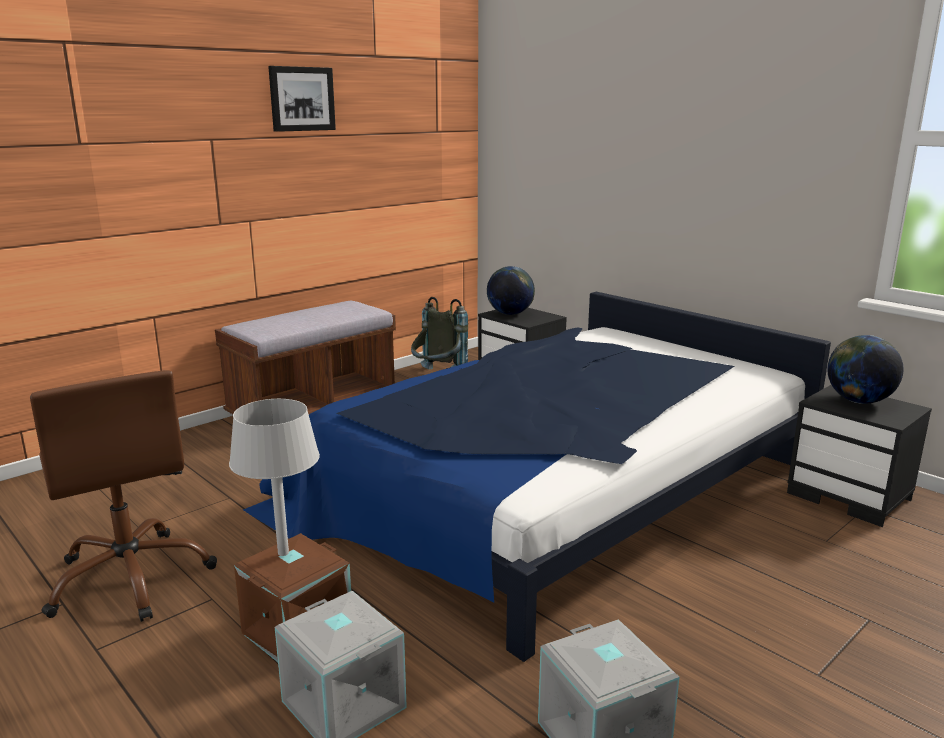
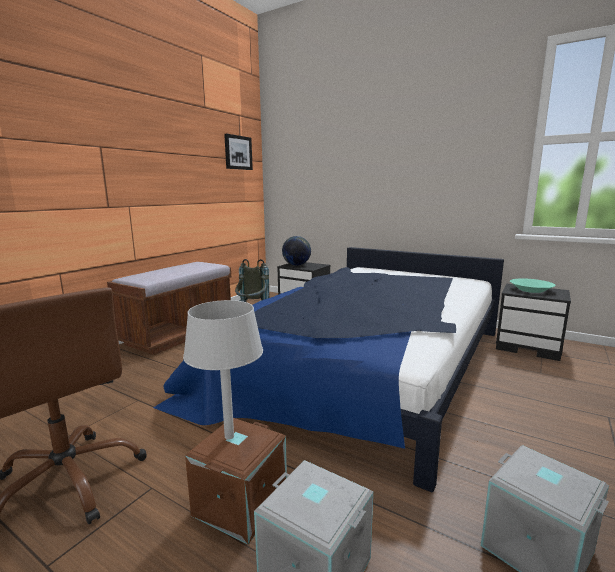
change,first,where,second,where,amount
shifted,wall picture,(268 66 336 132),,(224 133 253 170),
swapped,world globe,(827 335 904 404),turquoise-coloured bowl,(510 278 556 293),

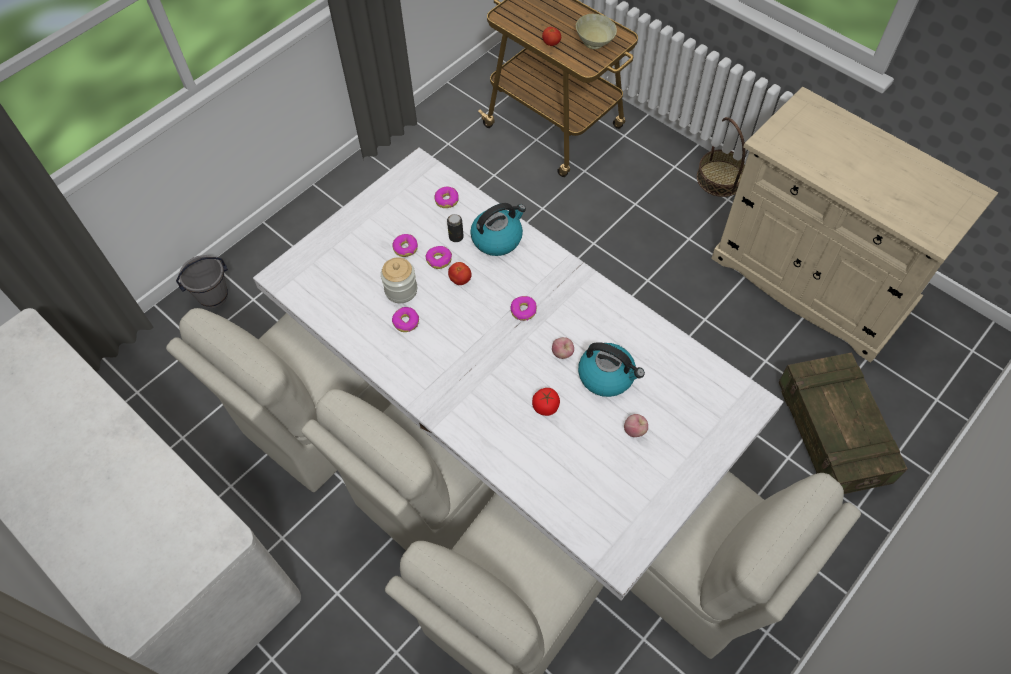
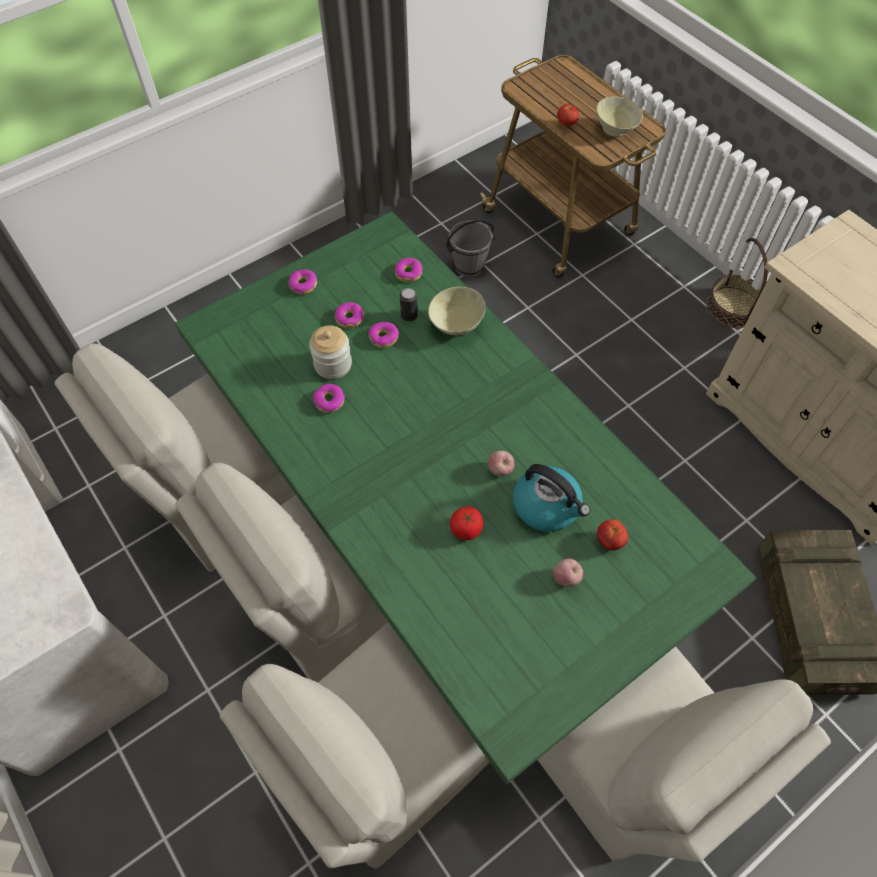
change,first,where,second,where,amount
shifted,gray water bucket,(176 255 228 308),,(446 220 495 277),
shifted,fresh tomato,(448 262 472 285),,(597 519 628 551),
shifted,ring doughnut,(510 296 537 321),,(288 269 317 294),
swapped,kettle,(470 203 526 256),beige bowl,(428 287 486 335),
repainted,white dinner table,(253 147 784 600),greenish dinner table,(175 211 757 785),

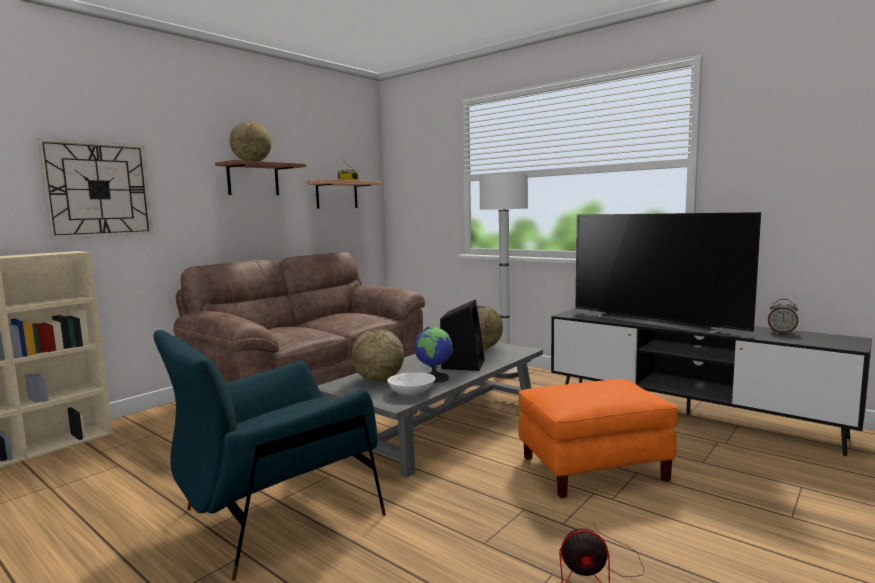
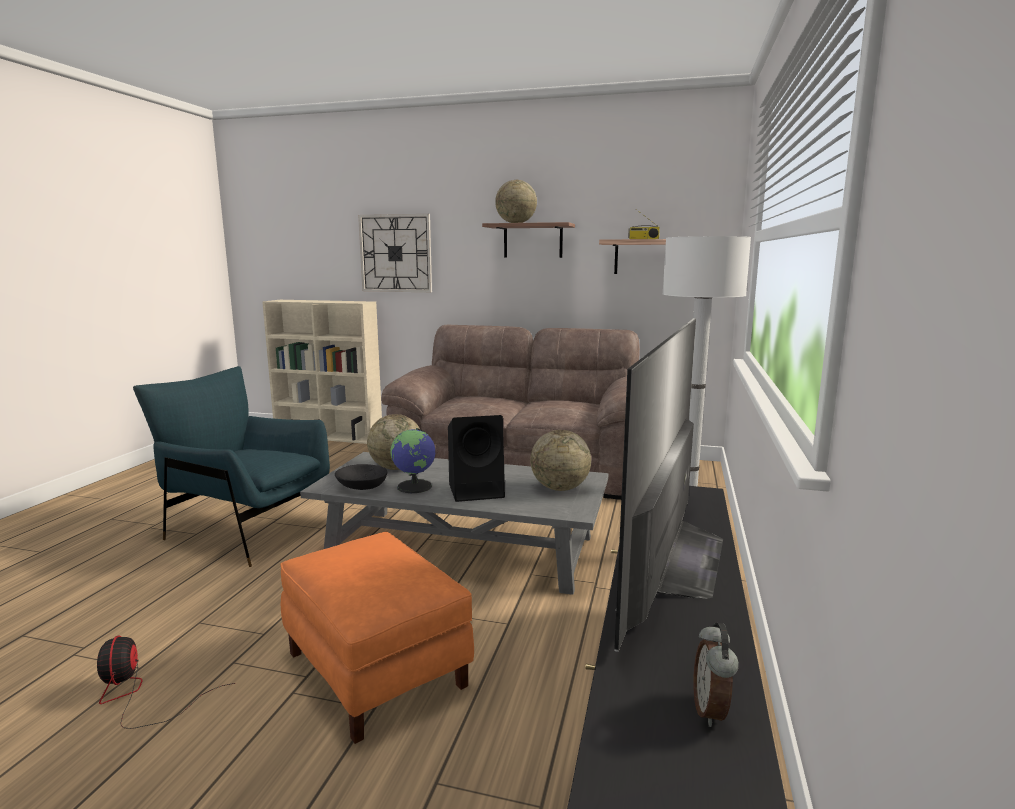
change,first,where,second,where,amount
repainted,white bowl,(387 372 435 396),blackish bowl,(335 464 387 490),

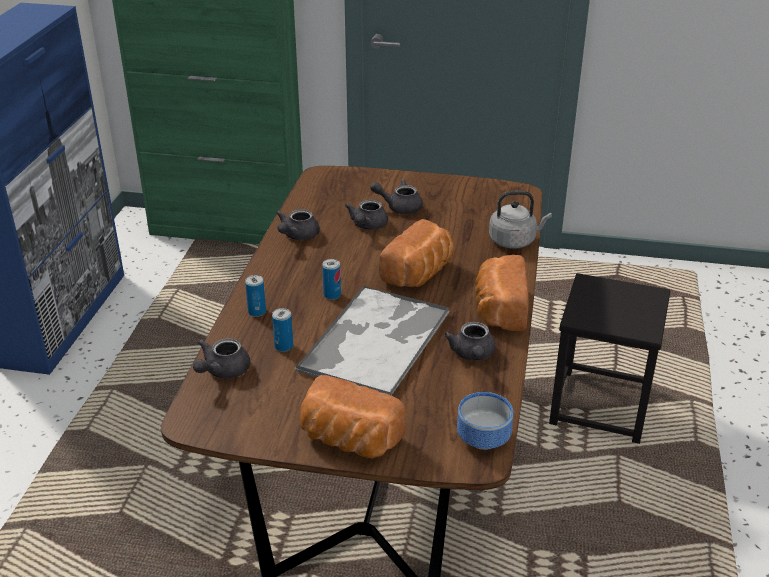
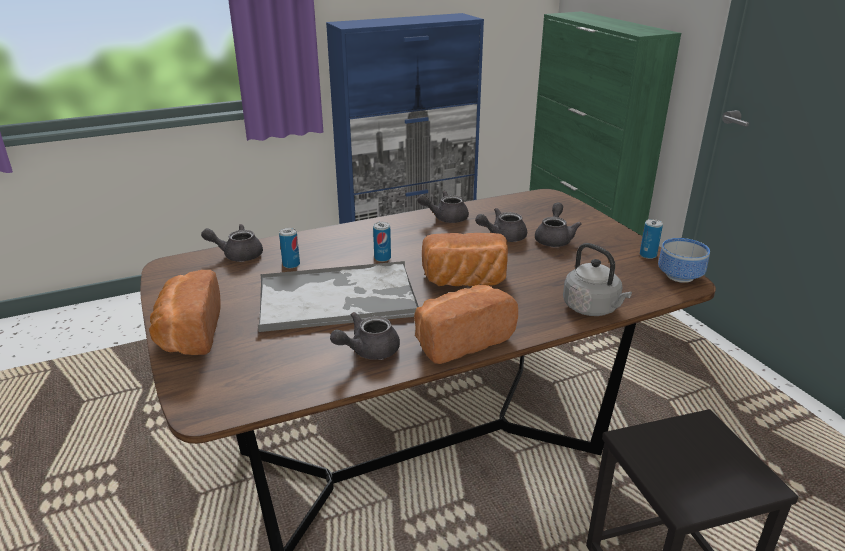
change,first,where,second,where,amount
shifted,can,(245 275 266 317),,(640 219 663 259),
shifted,bowl,(457 392 513 450),,(658 238 710 283),
rotated,gray pot for tea,(370 179 423 214),,(535 203 582 247),45 degrees clockwise

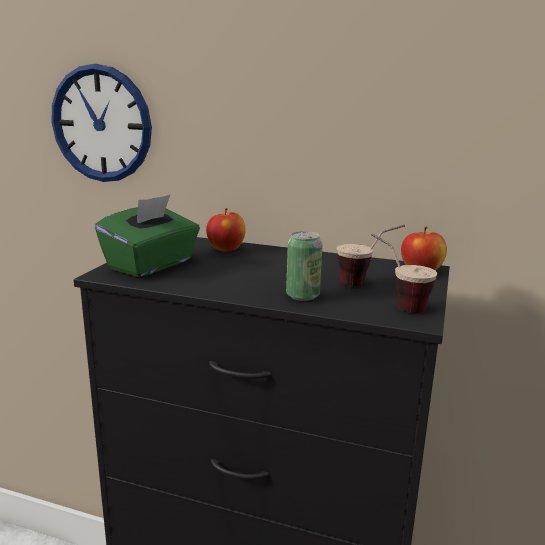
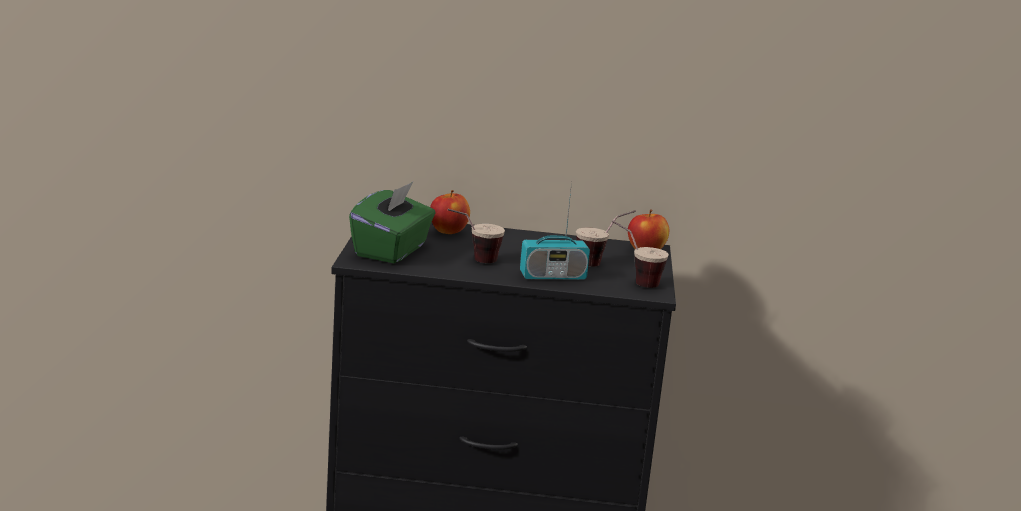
change,first,where,second,where,amount
gone,wall clock,(52 64 152 182),,,
new,,,small cup,(448 209 505 263),
swapped,can,(286 231 322 301),radio,(520 181 590 280),

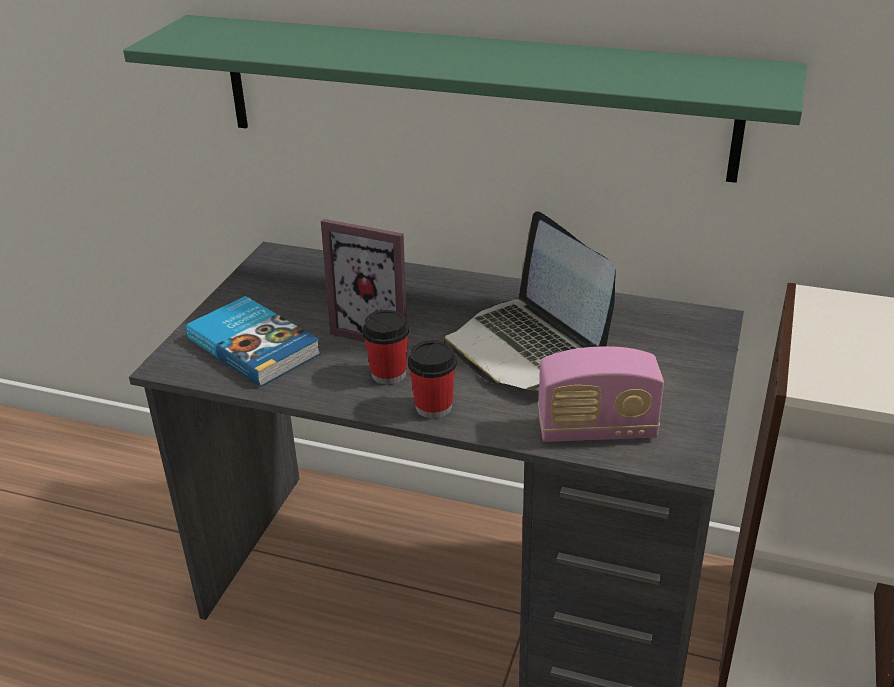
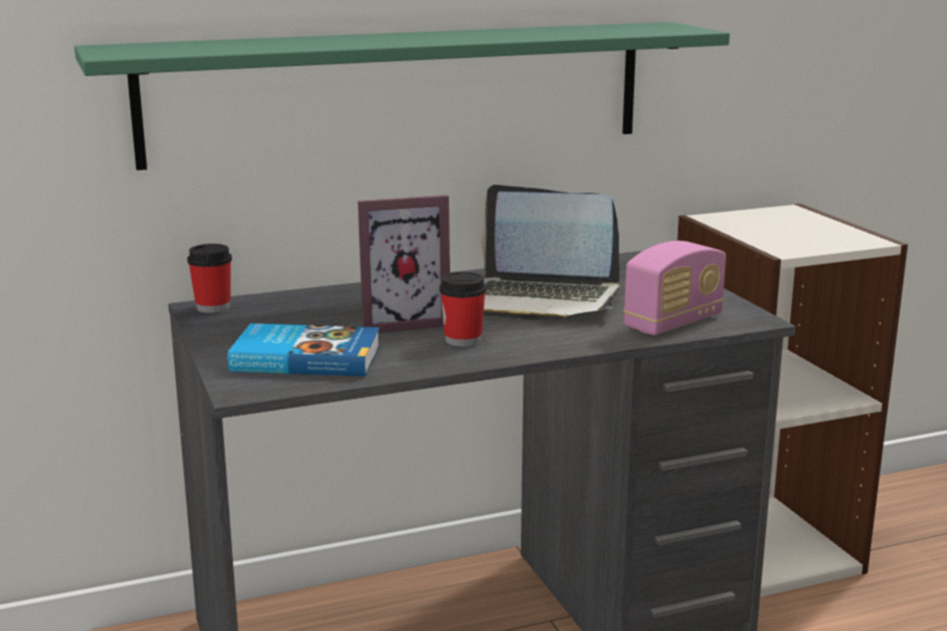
change,first,where,second,where,amount
shifted,small cup,(408 340 457 418),,(187 244 232 313),

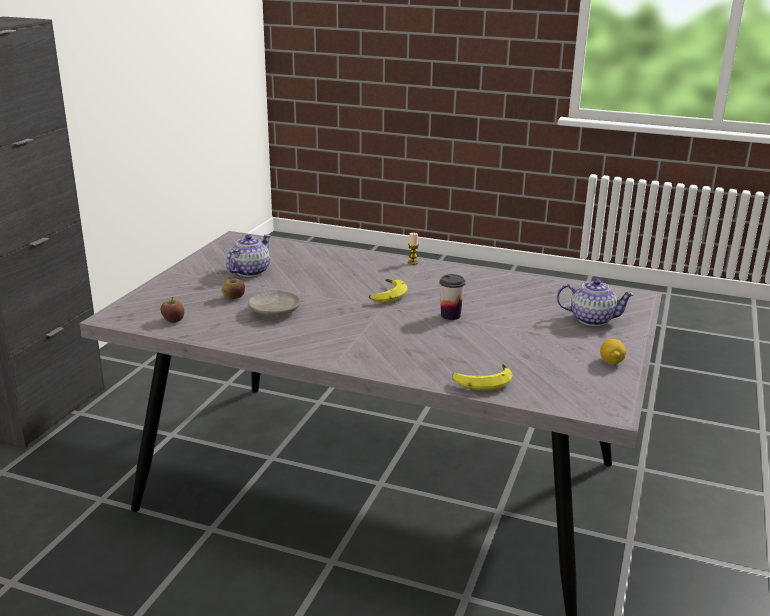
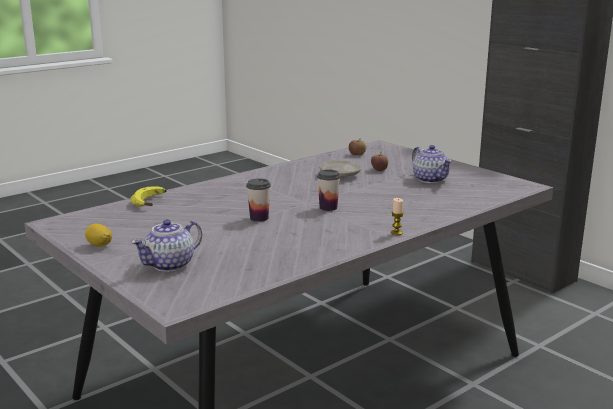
change,first,where,second,where,amount
swapped,banana fruit,(369 279 408 303),small cup,(317 170 341 211),

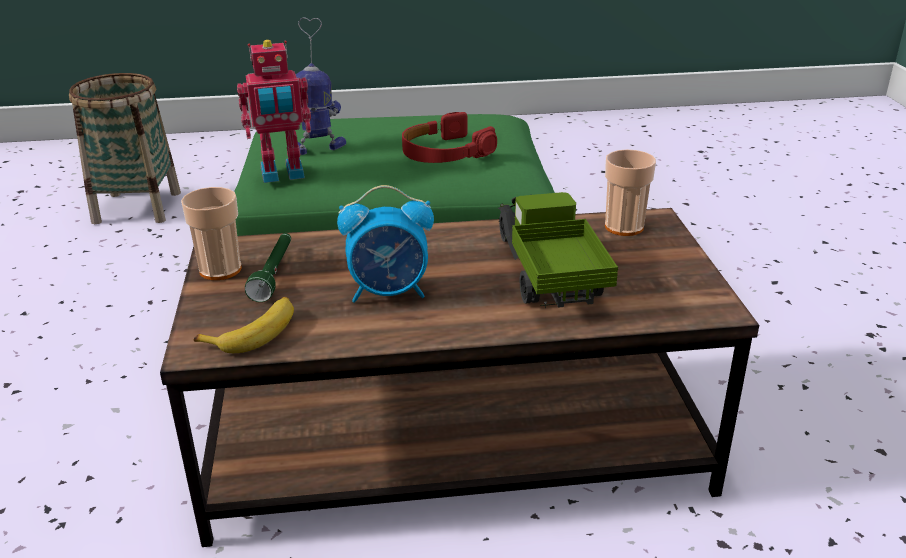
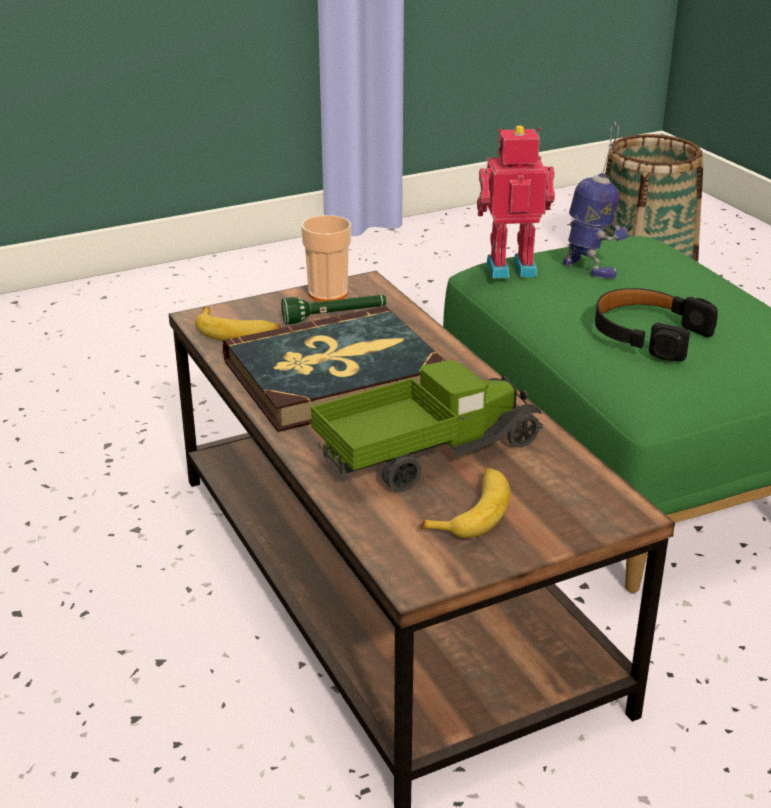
change,first,where,second,where,amount
gone,small cup,(605 149 656 236),,,
new,,,banana fruit,(420 468 510 538),
swapped,table clock,(337 185 434 303),book,(223 306 445 432),
repainted,reddish pair of headphones,(402 112 497 163),blackish pair of headphones,(595 288 718 362),
rotated,toy robot,(237 40 311 183),,(477 125 555 278),120 degrees clockwise

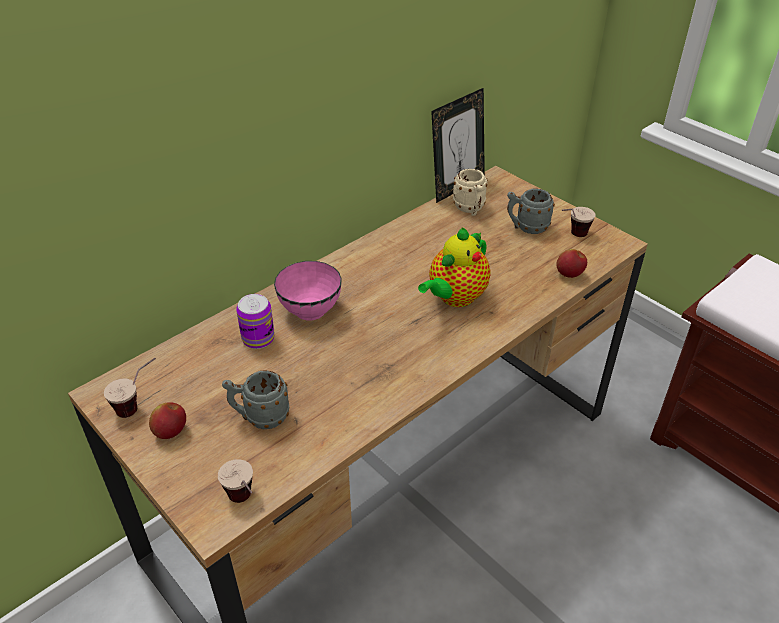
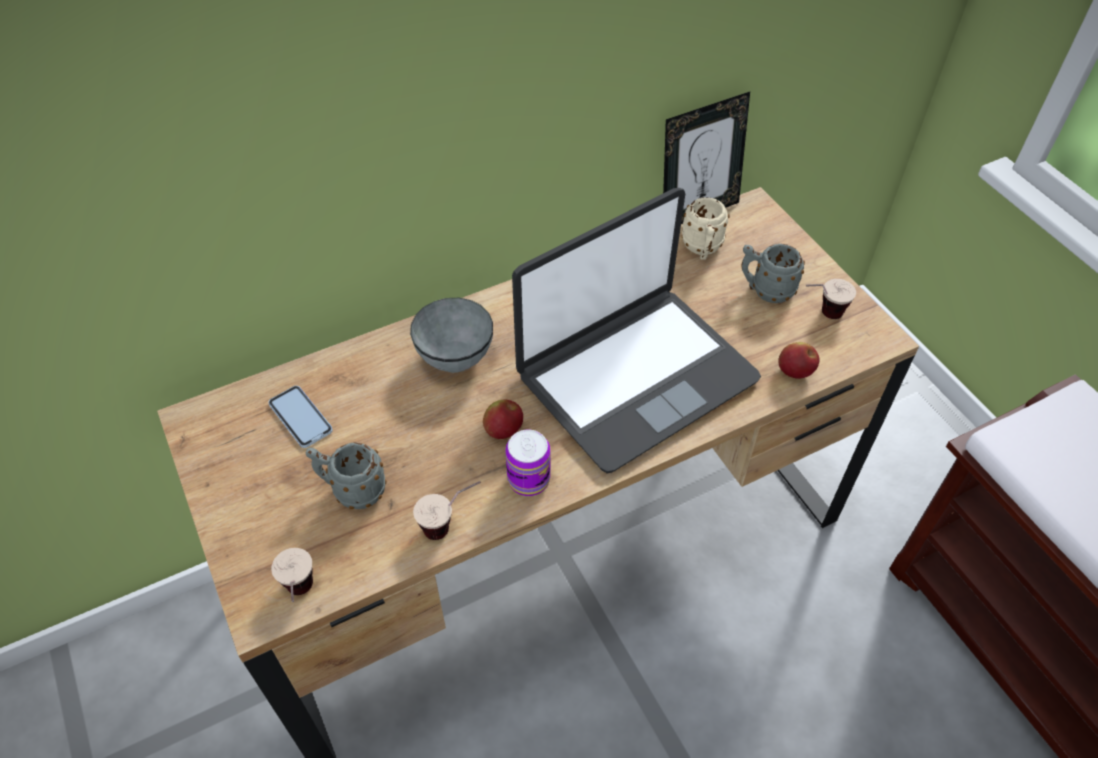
change,first,where,second,where,amount
new,,,phone,(268 386 333 448),
shifted,small cup,(104 358 156 418),,(413 481 481 540),
shifted,apple fruit,(149 402 186 439),,(483 400 523 439),
shifted,can,(236 294 275 349),,(505 429 550 496),
swapped,pot for tea,(418 227 491 307),laptop,(512 188 761 474),
repainted,pinkish bowl,(274 261 342 320),gray bowl,(410 298 493 373),

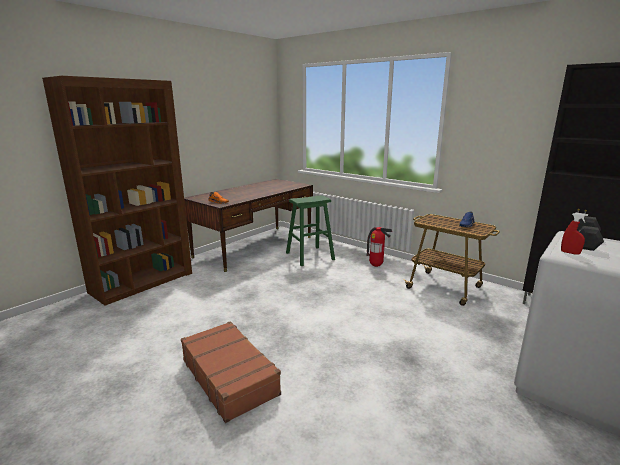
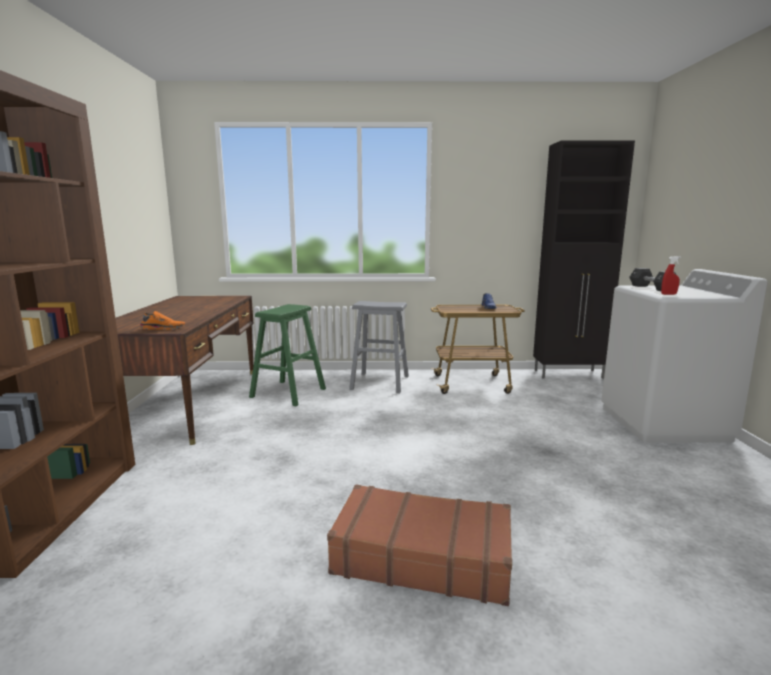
change,first,where,second,where,amount
swapped,fire-fighting cylinder,(366 227 392 267),gray stool seat,(349 301 409 393),

